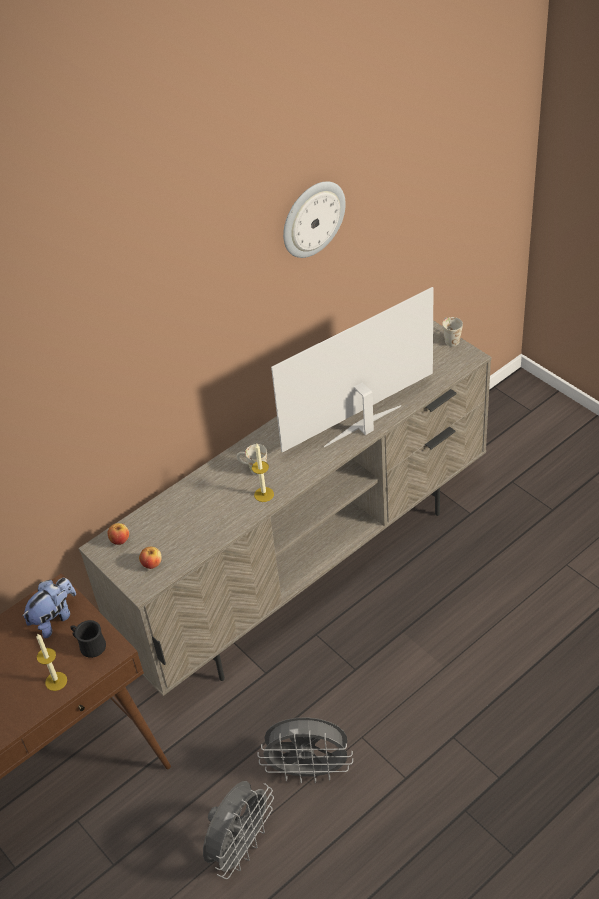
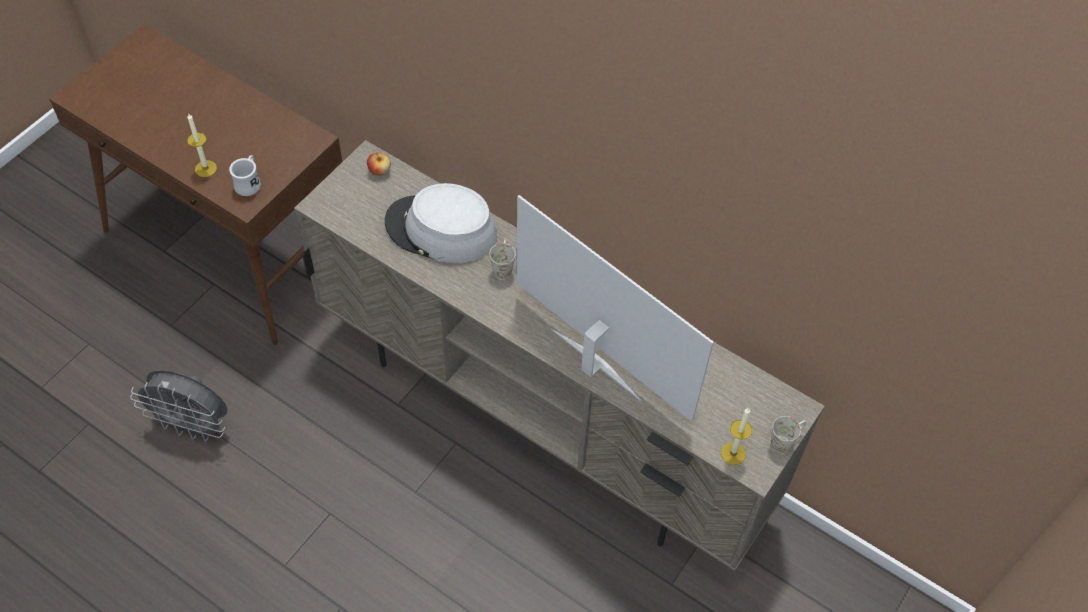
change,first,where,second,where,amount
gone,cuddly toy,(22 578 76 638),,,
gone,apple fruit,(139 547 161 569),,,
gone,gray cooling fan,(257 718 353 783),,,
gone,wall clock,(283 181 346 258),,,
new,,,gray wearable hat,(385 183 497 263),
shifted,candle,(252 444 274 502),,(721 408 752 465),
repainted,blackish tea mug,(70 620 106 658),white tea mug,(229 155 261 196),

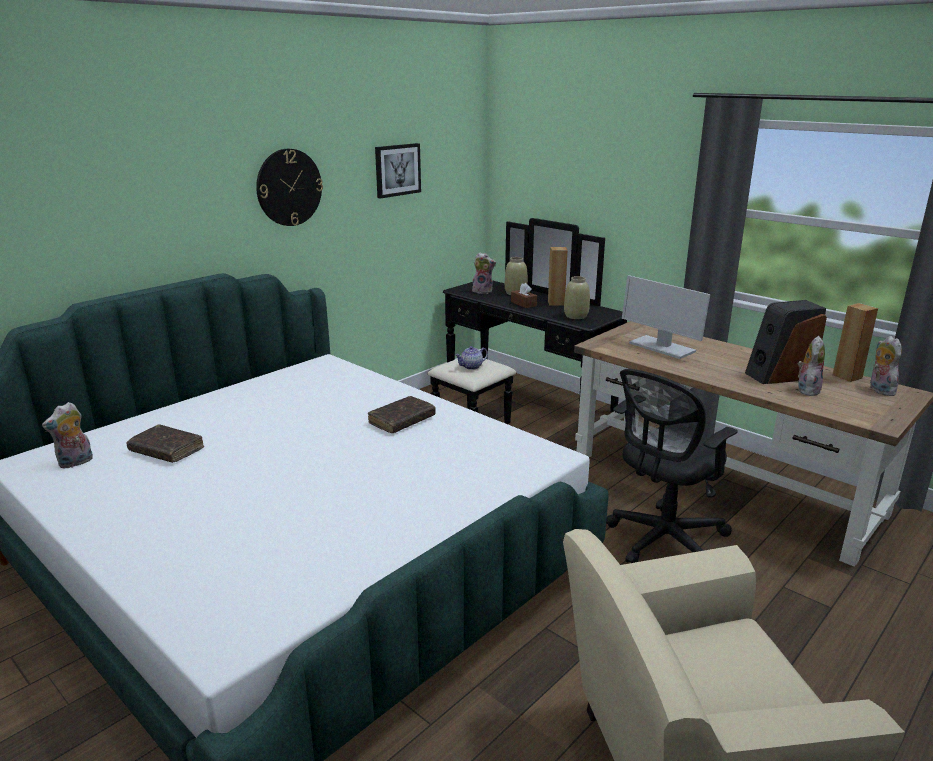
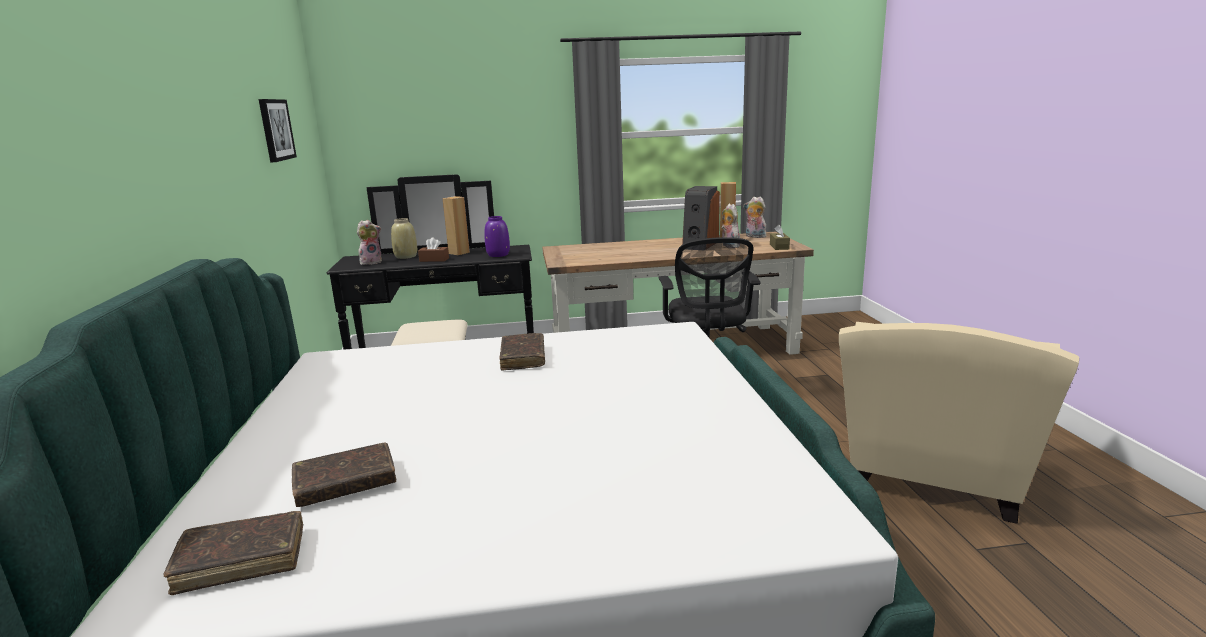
change,first,where,second,where,amount
gone,wall clock,(256 149 323 226),,,
gone,pot for tea,(455 346 488 370),,,
gone,computer display,(622 275 710 359),,,
new,,,brown tissue holder,(770 225 790 250),
swapped,cuddly toy,(42 402 93 469),brown book,(164 511 303 595),
repainted,beige vase,(564 276 590 319),purple-coloured vase,(484 216 510 257),

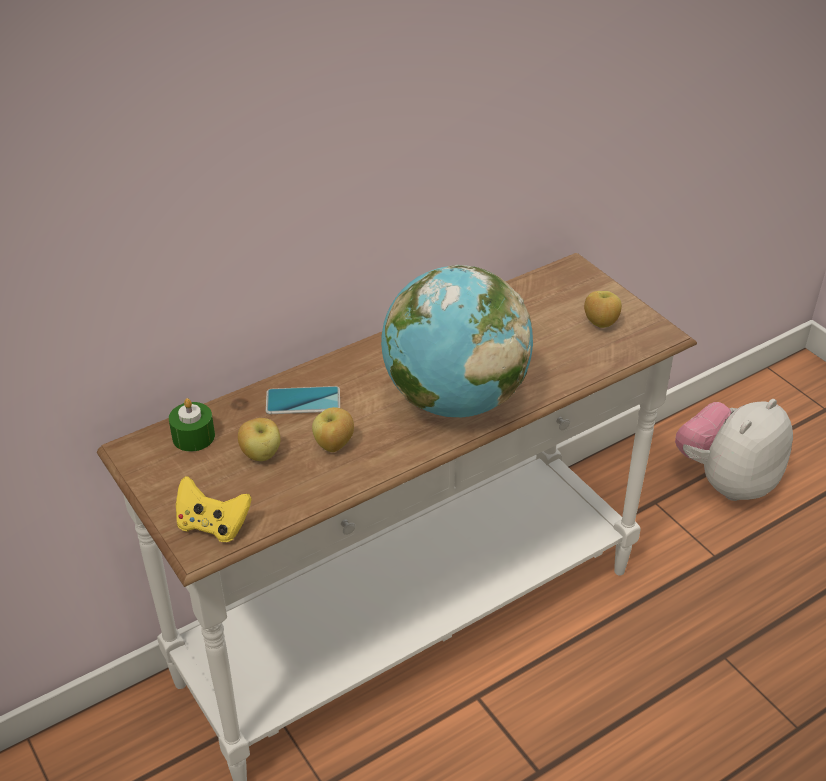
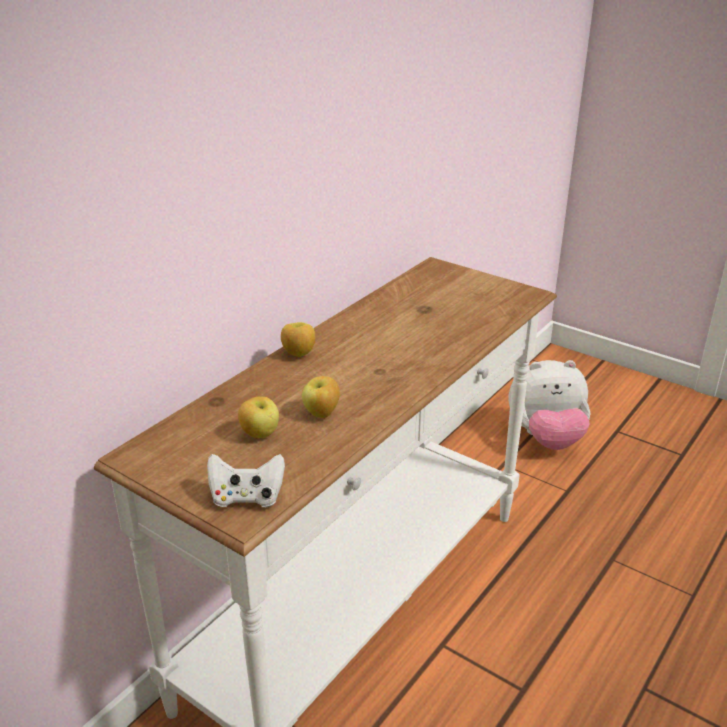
change,first,where,second,where,amount
gone,greenish candle,(169 398 215 452),,,
gone,phone,(266 386 340 414),,,
gone,world globe,(381 265 533 417),,,
shifted,apple fruit,(584 291 622 328),,(281 322 315 357),
repainted,yellow gamepad,(176 476 252 542),white gamepad,(207 454 285 507),
rotated,cuddly toy,(675 399 793 501),,(509 360 590 450),120 degrees counterclockwise

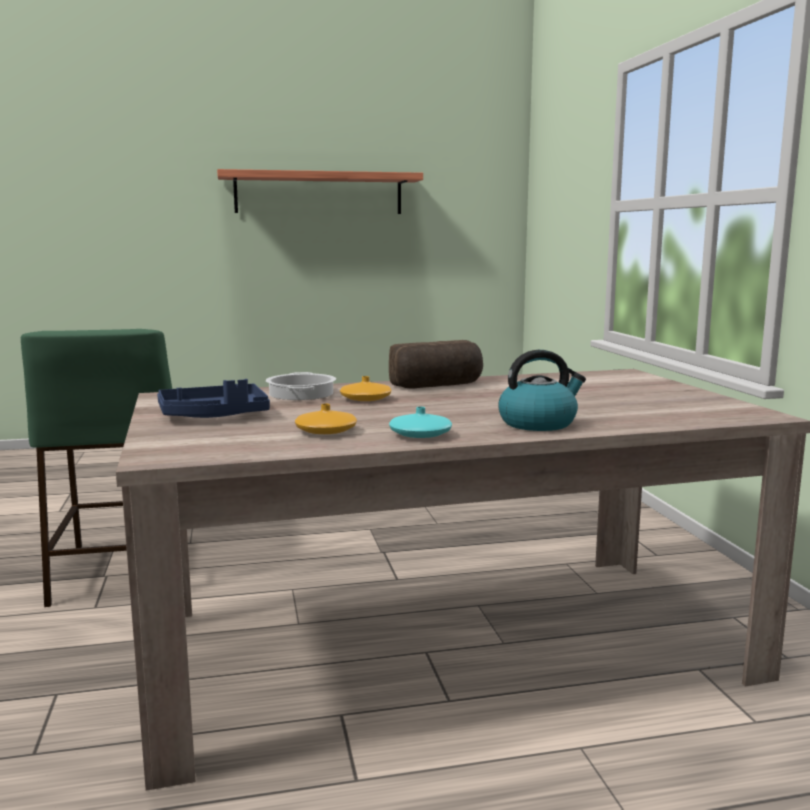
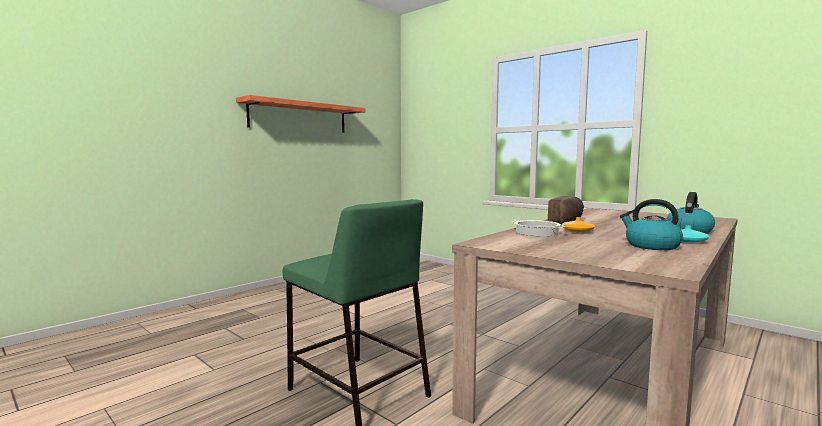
change,first,where,second,where,amount
gone,blue serving tray,(157 379 270 418),,,
swapped,orange-coloured vase,(295 404 357 434),kettle,(620 199 683 250),

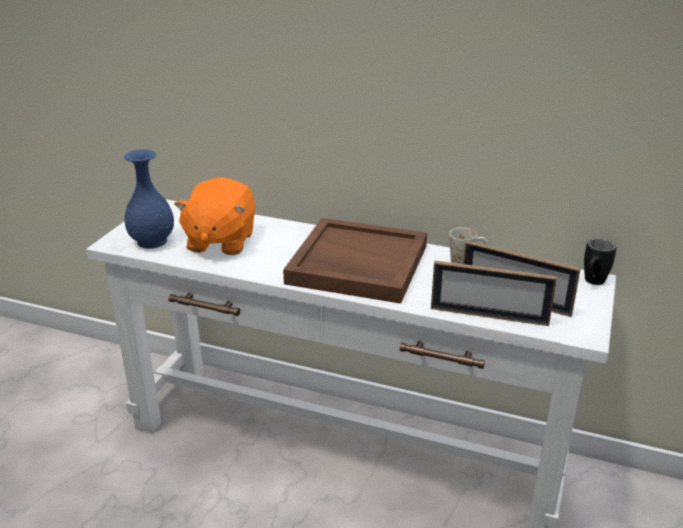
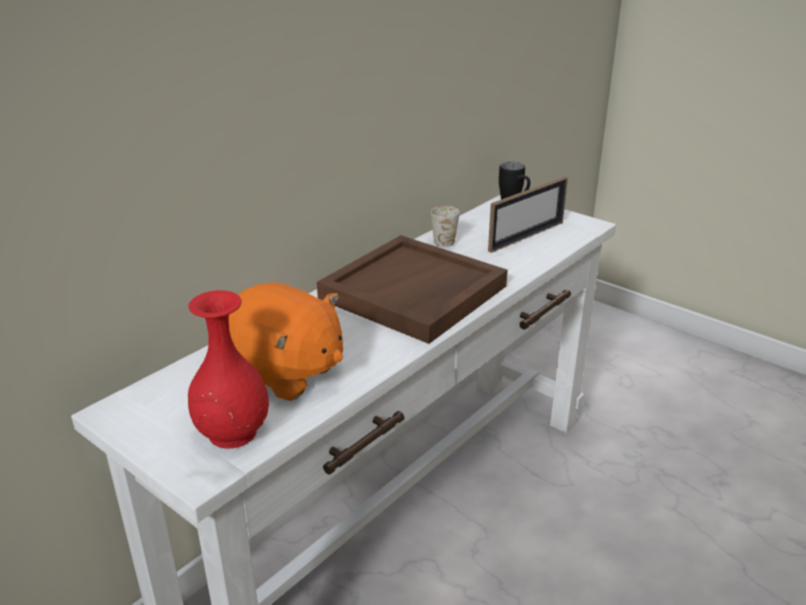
change,first,where,second,where,amount
gone,picture frame,(431 261 557 326),,,
repainted,blue vase,(124 150 174 249),reddish vase,(188 290 269 449),

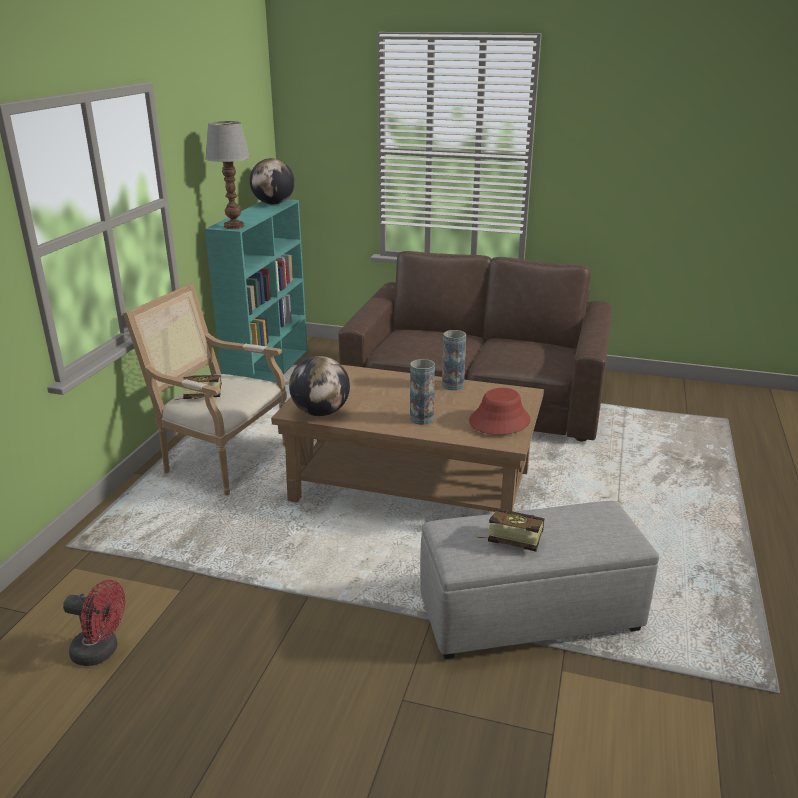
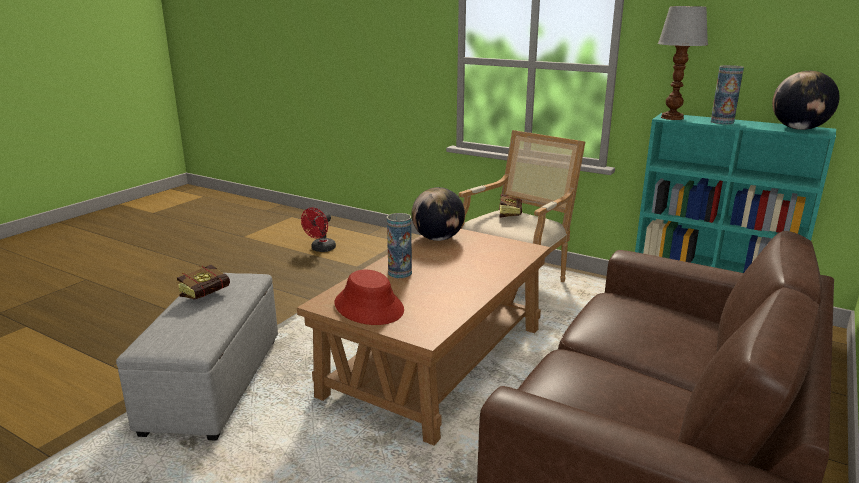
change,first,where,second,where,amount
shifted,vase,(442 330 466 390),,(711 65 744 124),

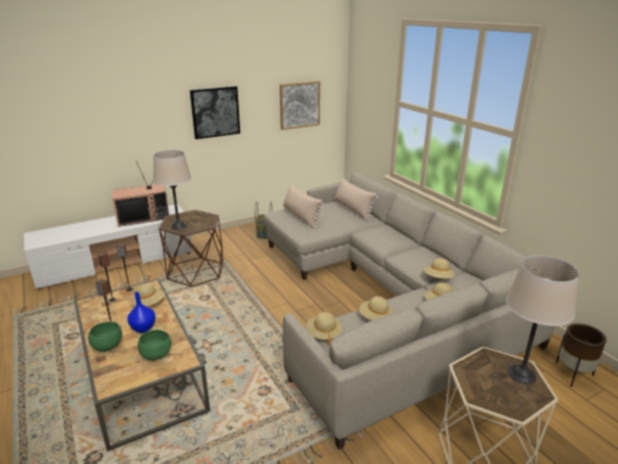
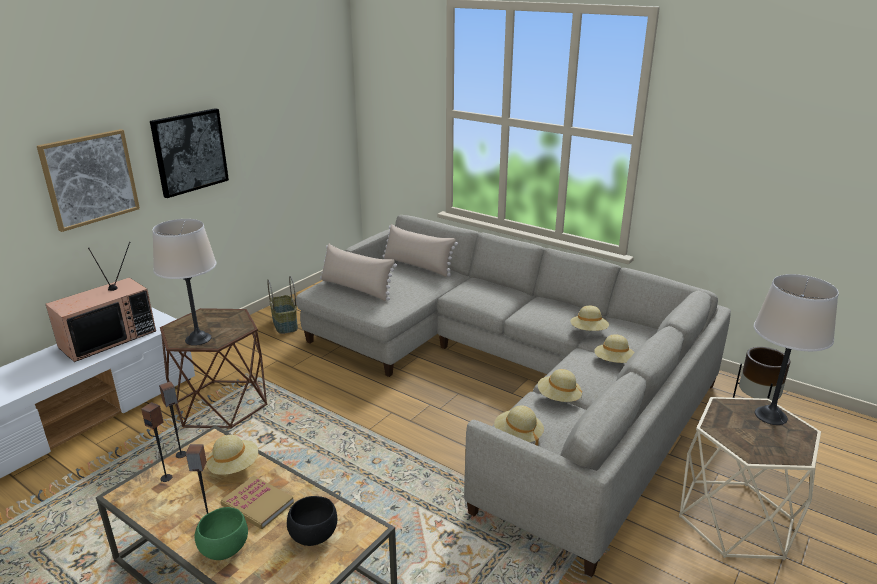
change,first,where,second,where,amount
shifted,wall picture,(280 81 320 130),,(37 129 140 232),
swapped,blue vase,(127 292 156 333),book,(221 476 294 529),
repainted,greenish bowl,(138 330 171 360),blackish bowl,(287 496 337 546),

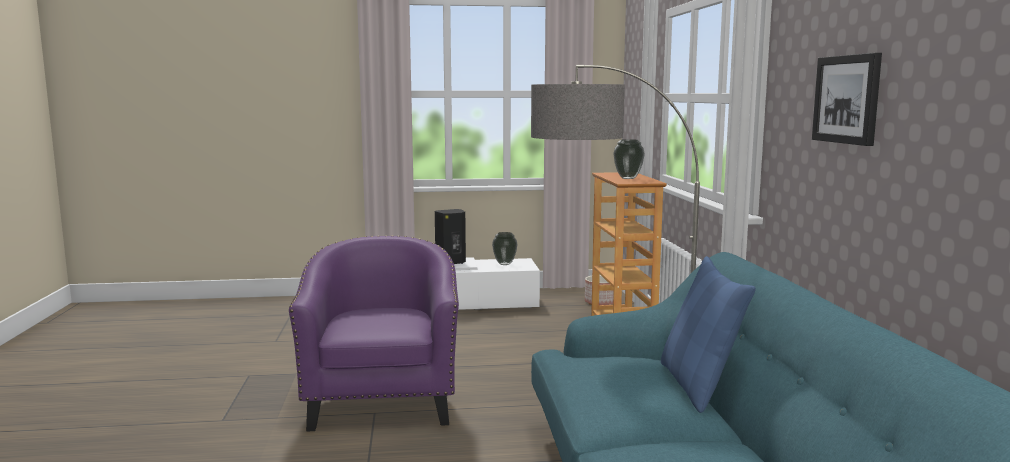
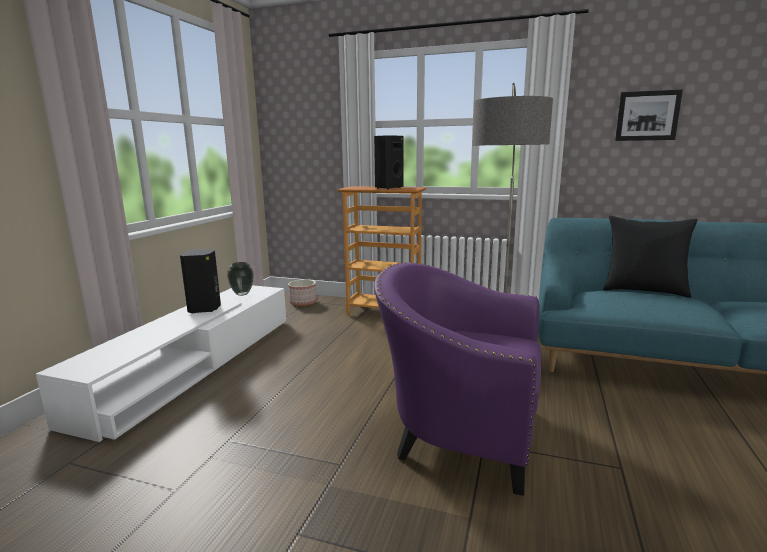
change,first,where,second,where,amount
swapped,vase,(613 139 645 179),blackish speaker,(374 135 404 189),
repainted,blue throw pillow,(661 256 756 413),blackish throw pillow,(603 216 697 298),

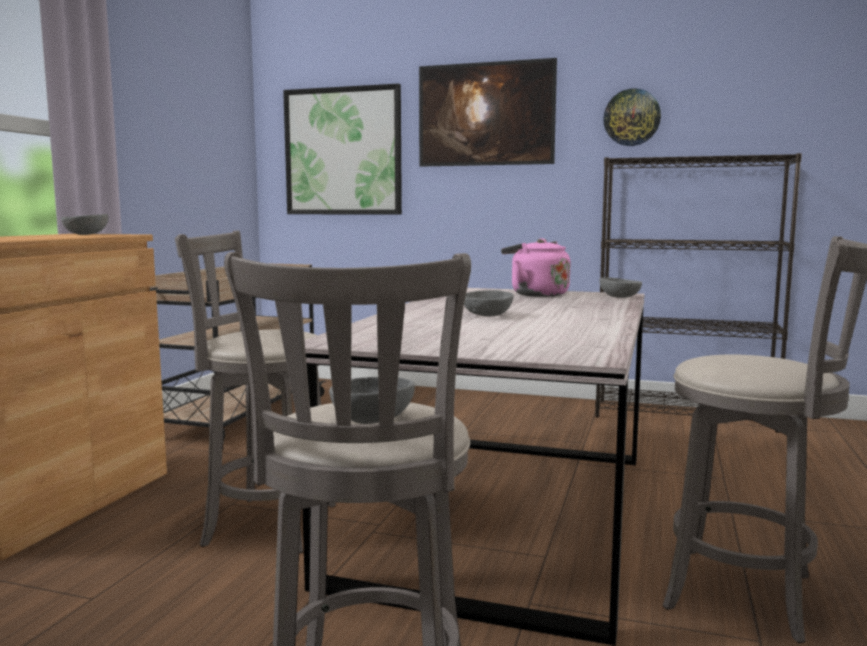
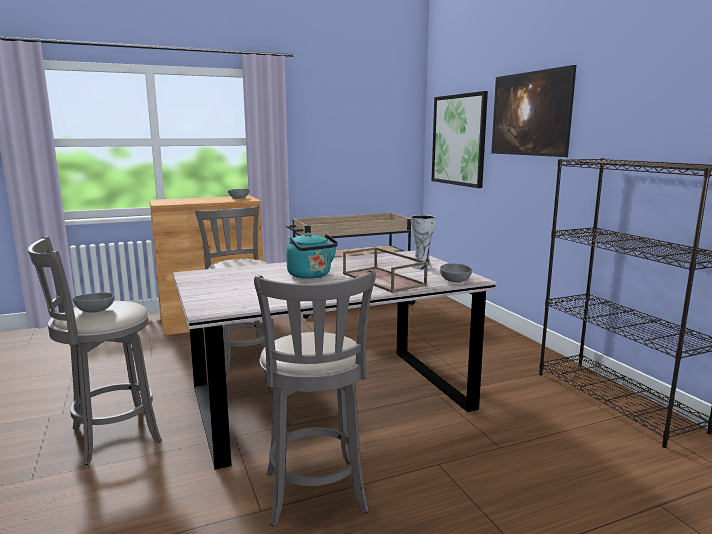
change,first,where,second,where,amount
gone,wall clock,(603 88 661 146),,,
new,,,brown serving tray,(343 247 428 293),
swapped,gray bowl,(464 290 514 317),turquoise-coloured kettle,(286 233 338 279),
swapped,pinkish kettle,(501 238 570 297),vase,(411 215 436 269),

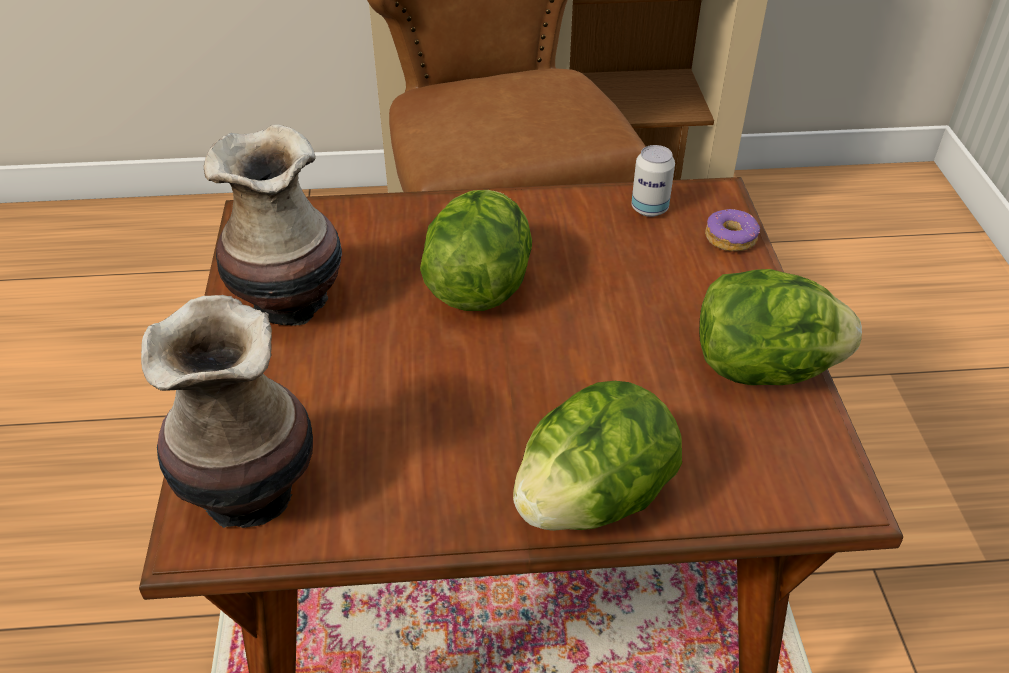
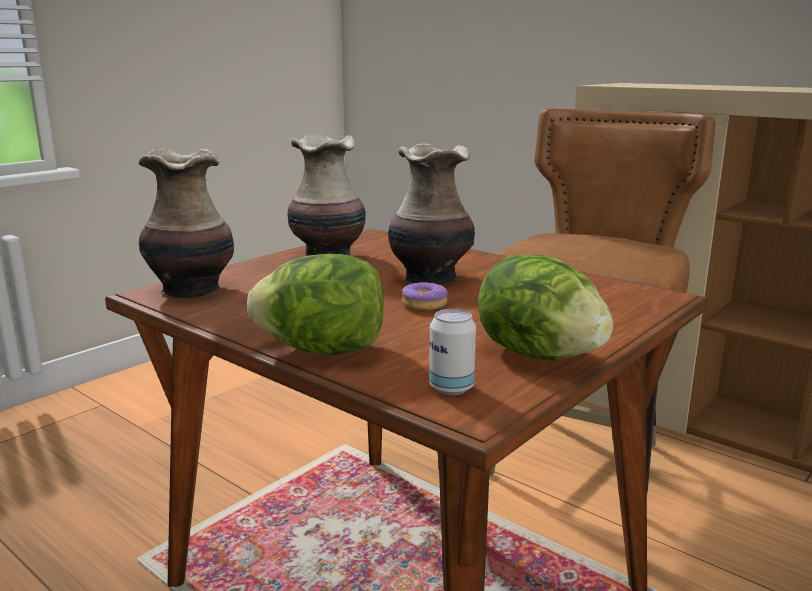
change,first,where,second,where,amount
shifted,can,(631 145 675 217),,(429 309 476 395),
shifted,ring doughnut,(705 209 761 251),,(402 282 448 310),
swapped,lettuce,(420 190 532 311),vase,(388 143 475 284),

